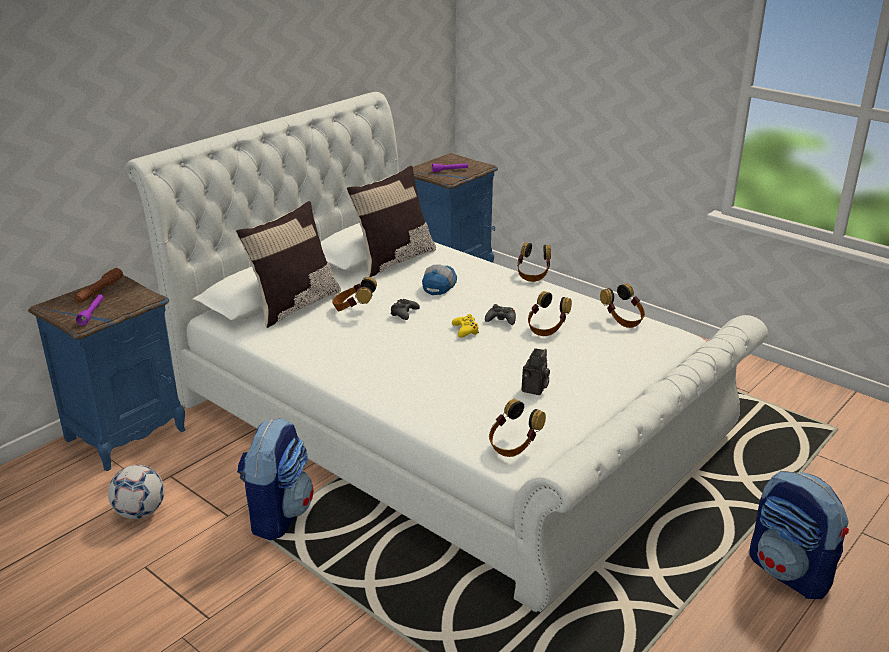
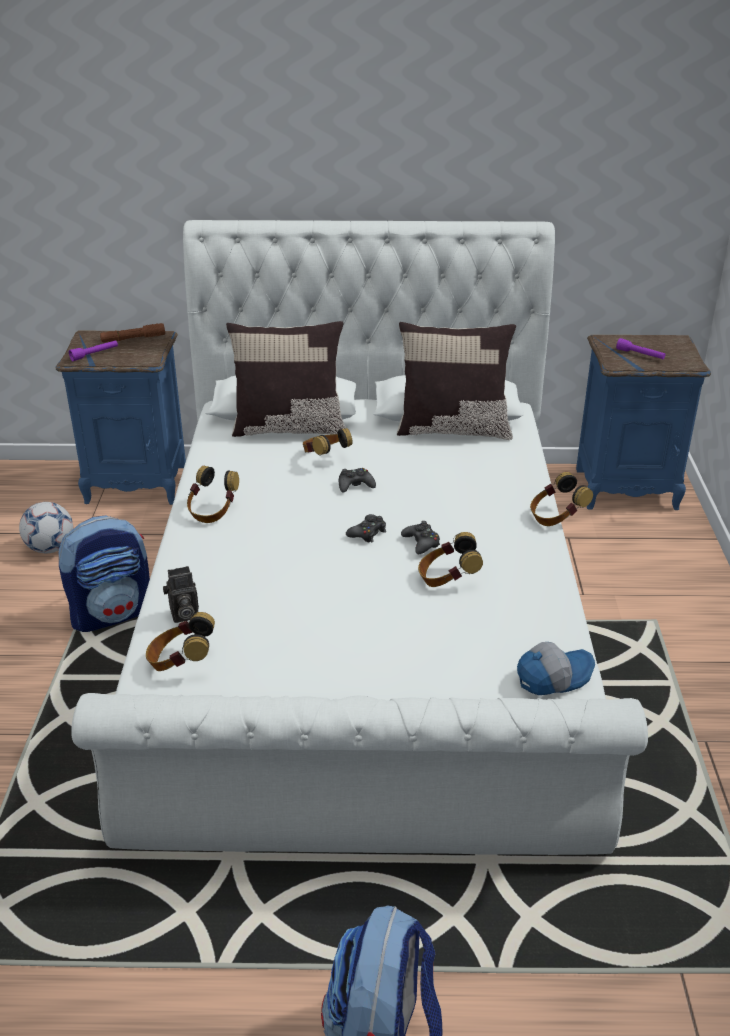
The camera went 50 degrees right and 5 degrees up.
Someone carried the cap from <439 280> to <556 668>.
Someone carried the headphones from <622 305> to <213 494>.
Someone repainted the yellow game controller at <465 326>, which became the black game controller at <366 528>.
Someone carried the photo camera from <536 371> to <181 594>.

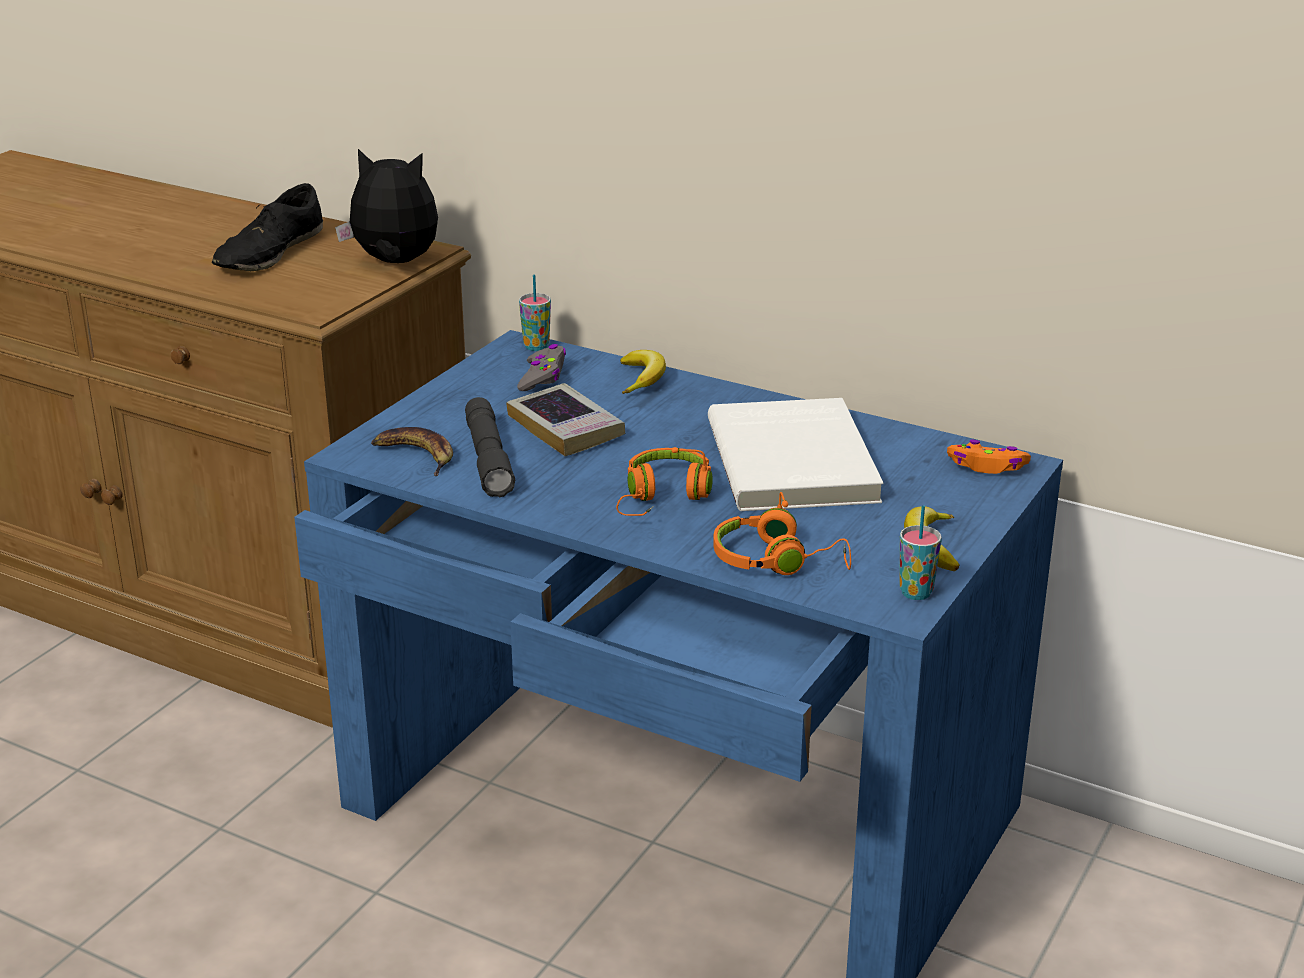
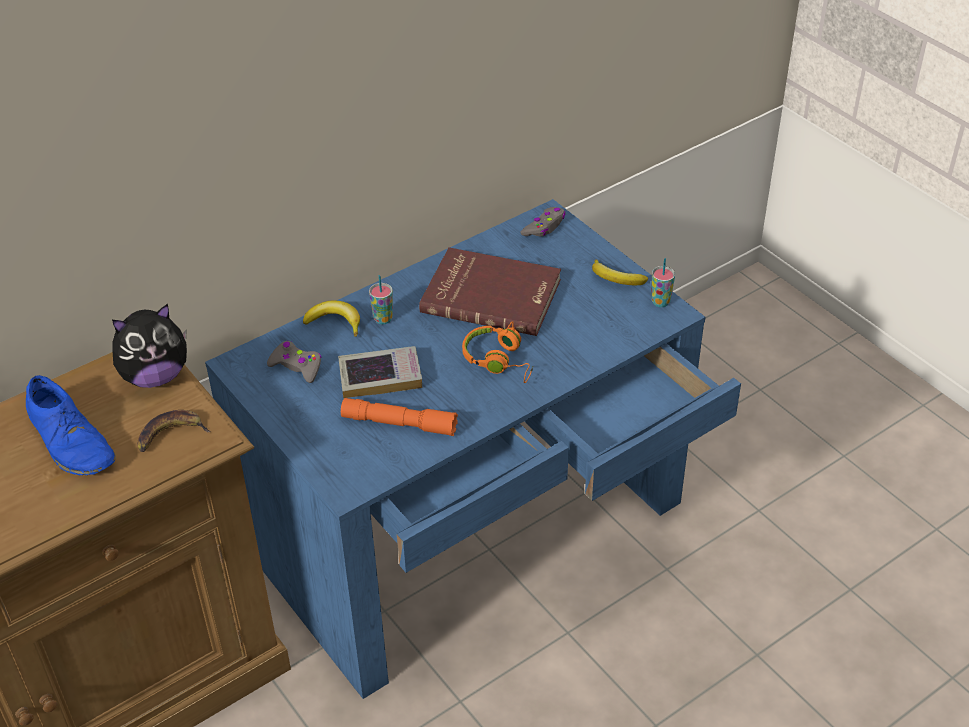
The camera went 65 degrees left and 15 degrees up.
Someone rotated the plush toy at <386 206> by 150 degrees counterclockwise.
Someone repainted the black shoe at <267 227>, which became the blue shoe at <71 425>.
Someone carried the cup from <535 313> to <381 299>.
Someone repainted the grey flashlight at <490 447>, which became the orange flashlight at <399 417>.
Someone repainted the white book at <795 454>, which became the red book at <490 291>.
Someone carried the banana from <412 451> to <174 431>.
Someone repainted the orange game controller at <989 456>, which became the grey game controller at <543 221>.
Someone took away the orange headphones at <782 533>.

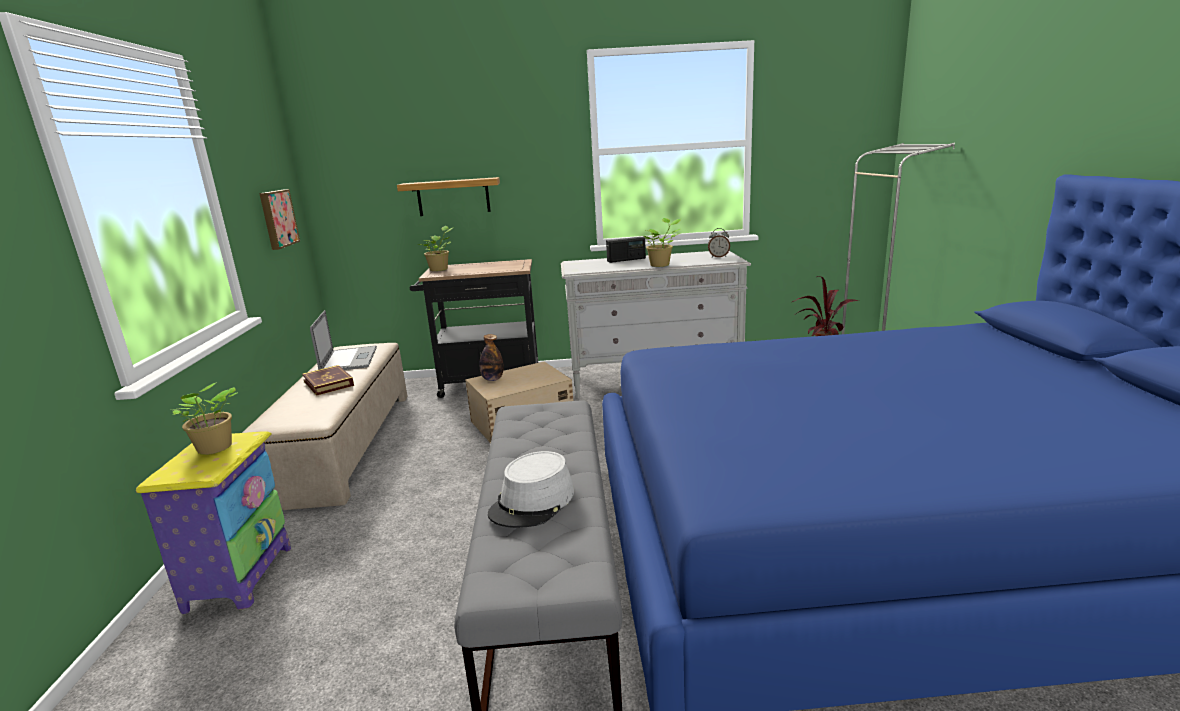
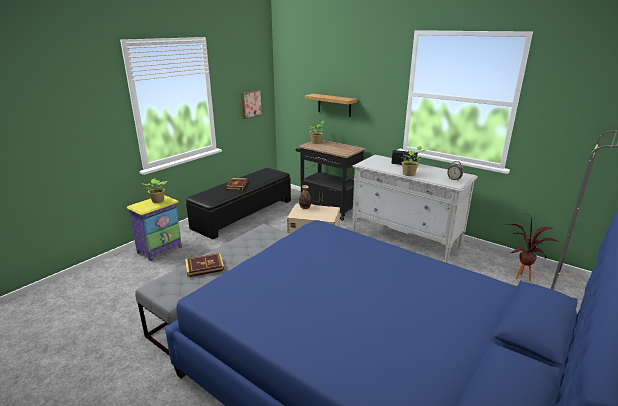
The camera went 40 degrees right and 5 degrees up.
Someone took away the laptop at <343 340>.
Someone repainted the beige bench at <325 426>, which became the black bench at <238 204>.
Someone swapped the grey hat at <531 489> for the book at <205 265>.

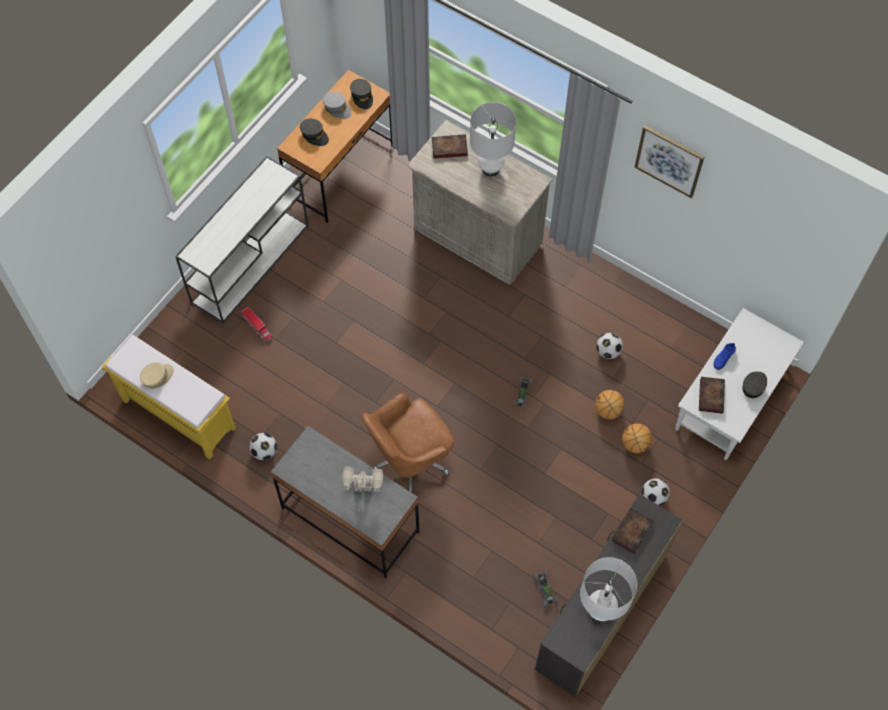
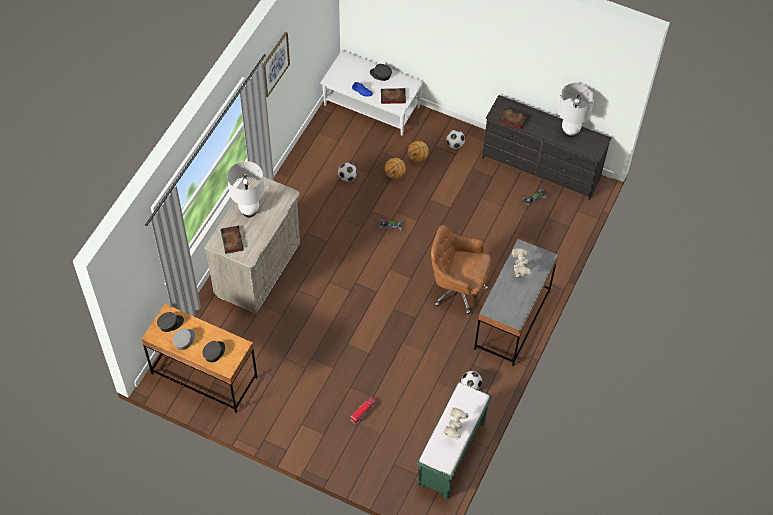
The camera went 100 degrees left and 5 degrees down.
Someone took away the white console table at <242 240>.
Someone repainted the yellow bench at <169 397>, which became the green bench at <454 440>.
Someone swapped the beige cap at <157 375> for the toy robot at <455 424>.
Someone rotated the brown office chair at <408 443> by 150 degrees clockwise.

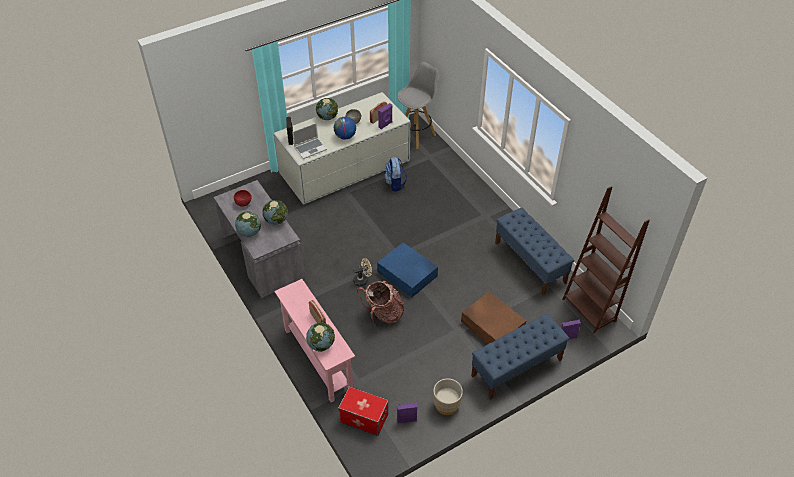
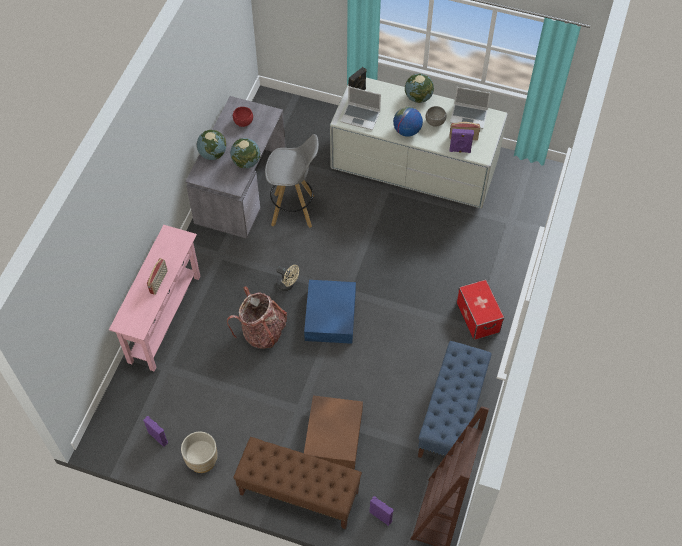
The camera went 50 degrees right and 10 degrees up.
Someone carried the grey stool from <417 105> to <292 181>.
Someone took away the backpack at <395 174>.
Someone repainted the blue bench at <520 356>, which became the brown bench at <297 483>.
Someone took away the globe at <320 337>.
Someone carried the storage box from <363 411> to <480 309>.
Someone put down the laptop at <470 108>.

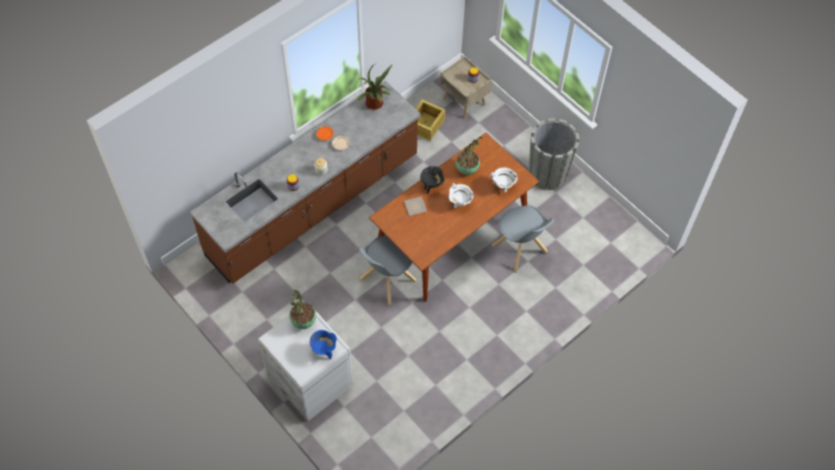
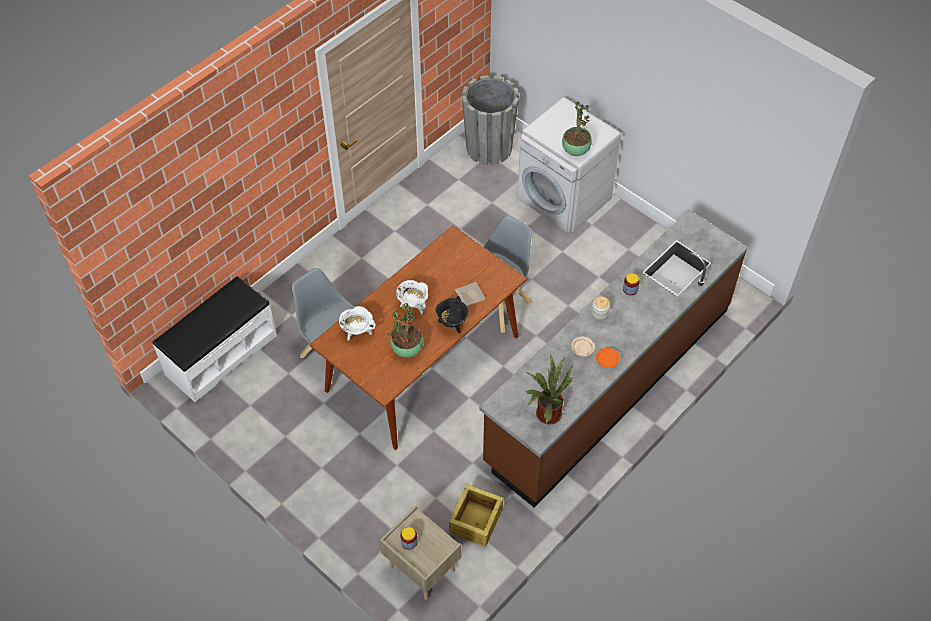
The camera went 175 degrees right and 5 degrees down.
Someone carried the grey planter from <554 154> to <490 120>.
Someone took away the blue cooking pot at <323 344>.
Someone put down the white bench at <215 339>.

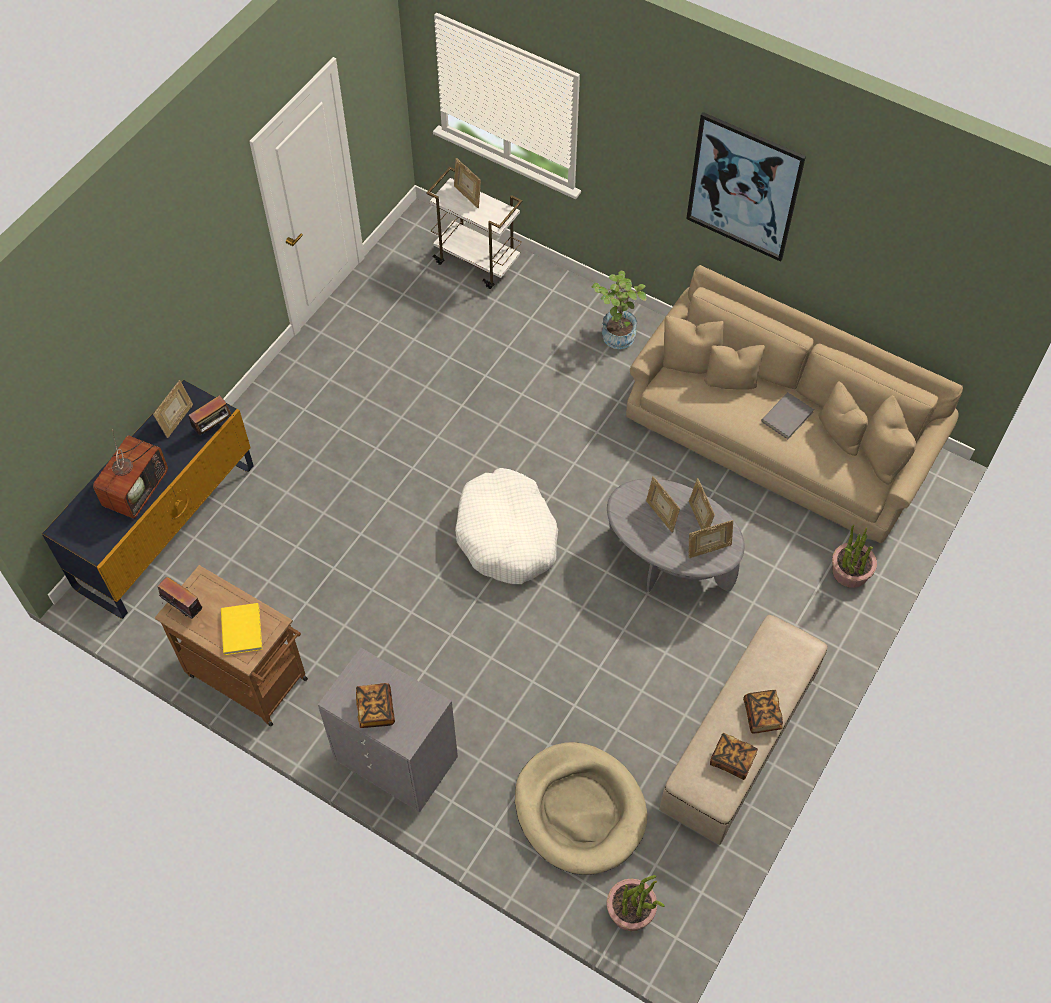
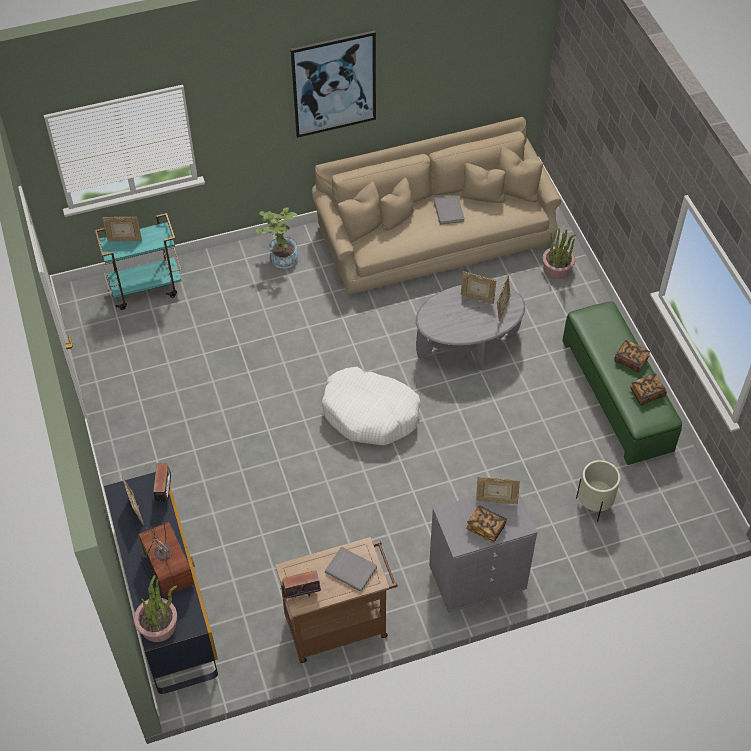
The camera went 50 degrees left and 5 degrees down.
Someone repainted the white cart at <474 228>, which became the turquoise cart at <138 261>.
Someone carried the picture frame from <663 504> to <498 490>.
Someone repainted the yellow book at <241 629>, which became the grey book at <351 569>.
Someone repainted the beige bench at <743 730>, which became the green bench at <622 383>.
Someone swapped the beige dog bed at <581 808> for the beige planter at <598 491>.
Someone carried the potted plant from <636 903> to <155 608>.

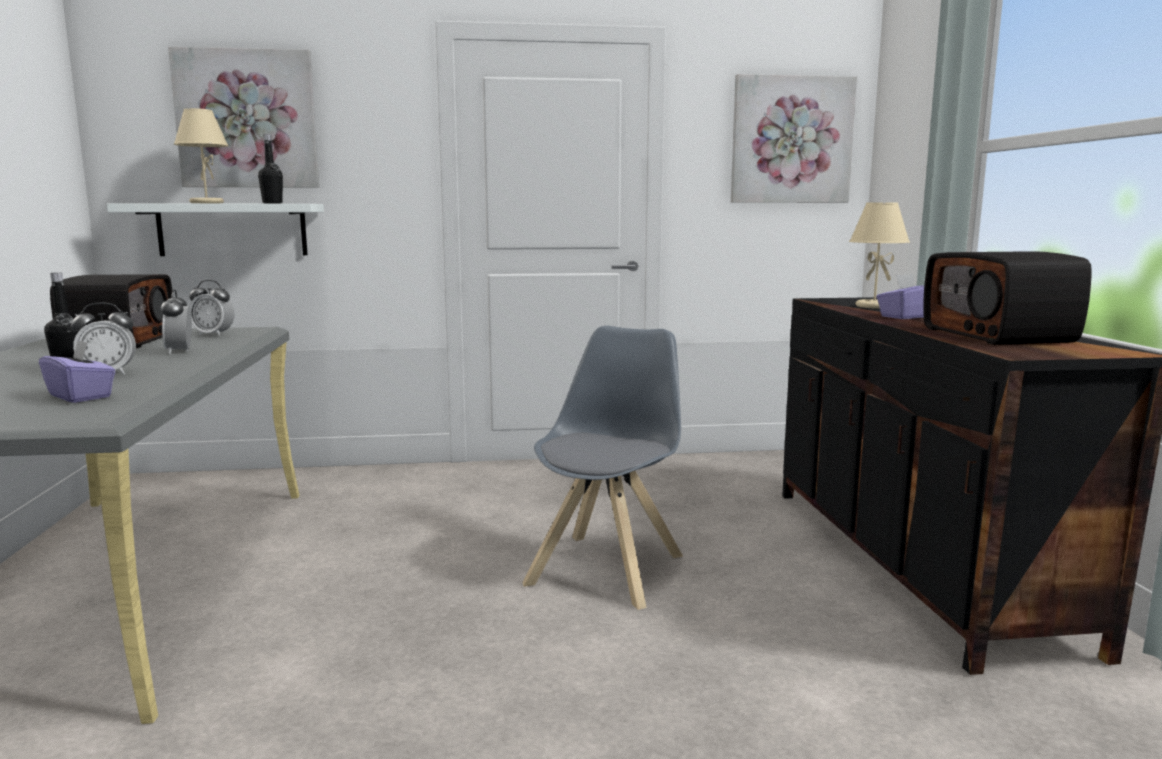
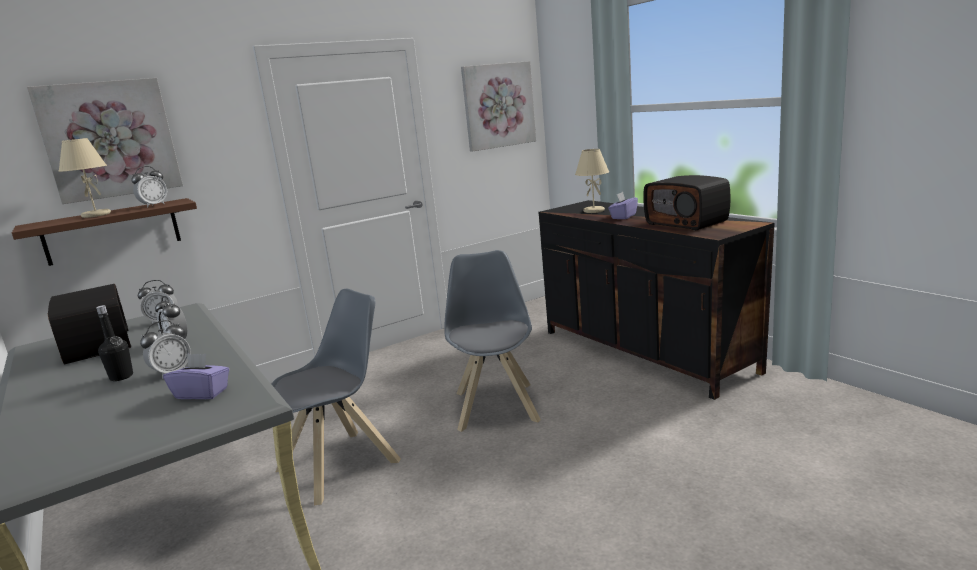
The camera went 25 degrees left and 5 degrees up.
Someone swapped the black bottle at <270 168> for the alarm clock at <149 187>.
Someone repainted the white shelf at <215 230>, which became the brown shelf at <104 232>.
Someone put down the grey chair at <336 397>.

